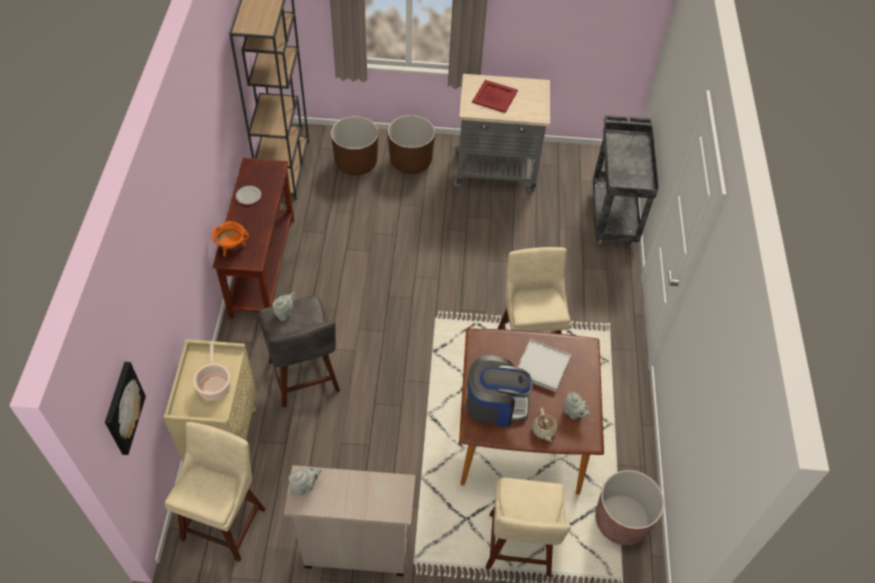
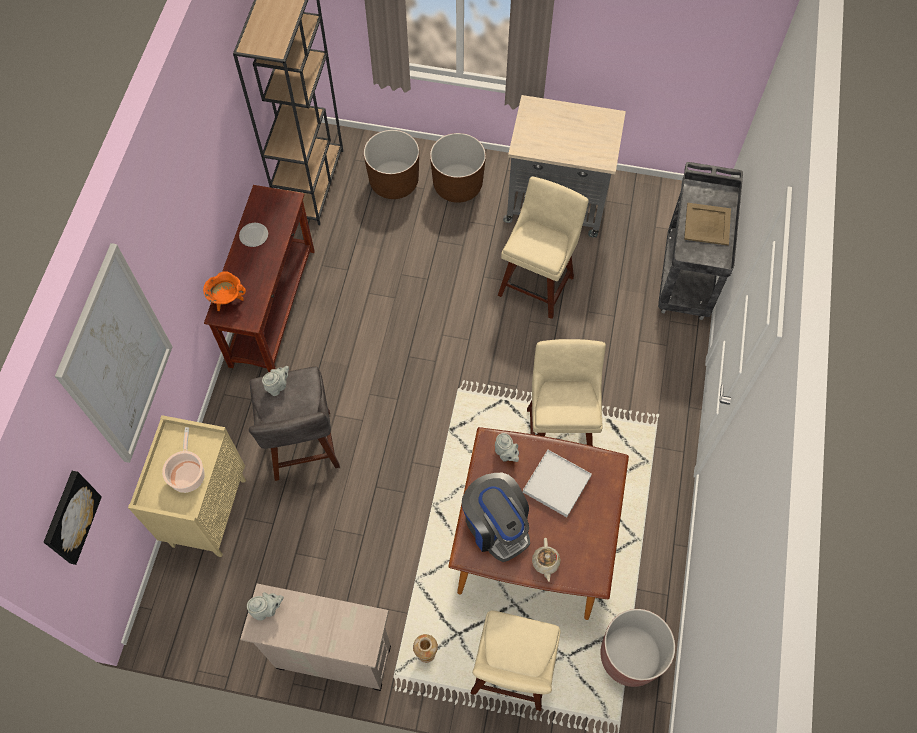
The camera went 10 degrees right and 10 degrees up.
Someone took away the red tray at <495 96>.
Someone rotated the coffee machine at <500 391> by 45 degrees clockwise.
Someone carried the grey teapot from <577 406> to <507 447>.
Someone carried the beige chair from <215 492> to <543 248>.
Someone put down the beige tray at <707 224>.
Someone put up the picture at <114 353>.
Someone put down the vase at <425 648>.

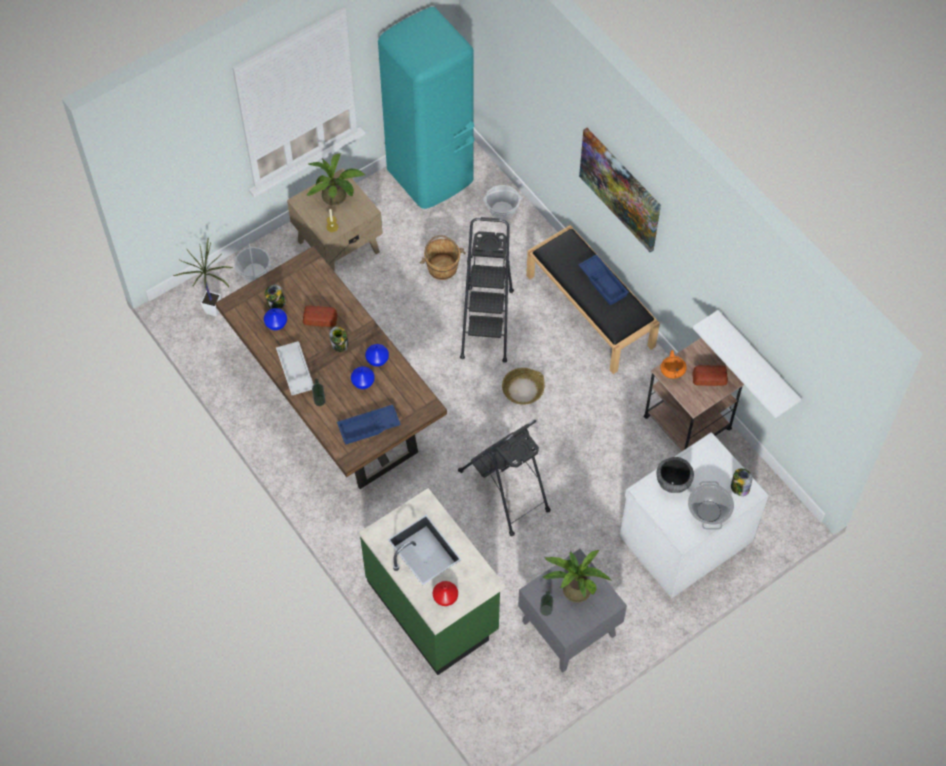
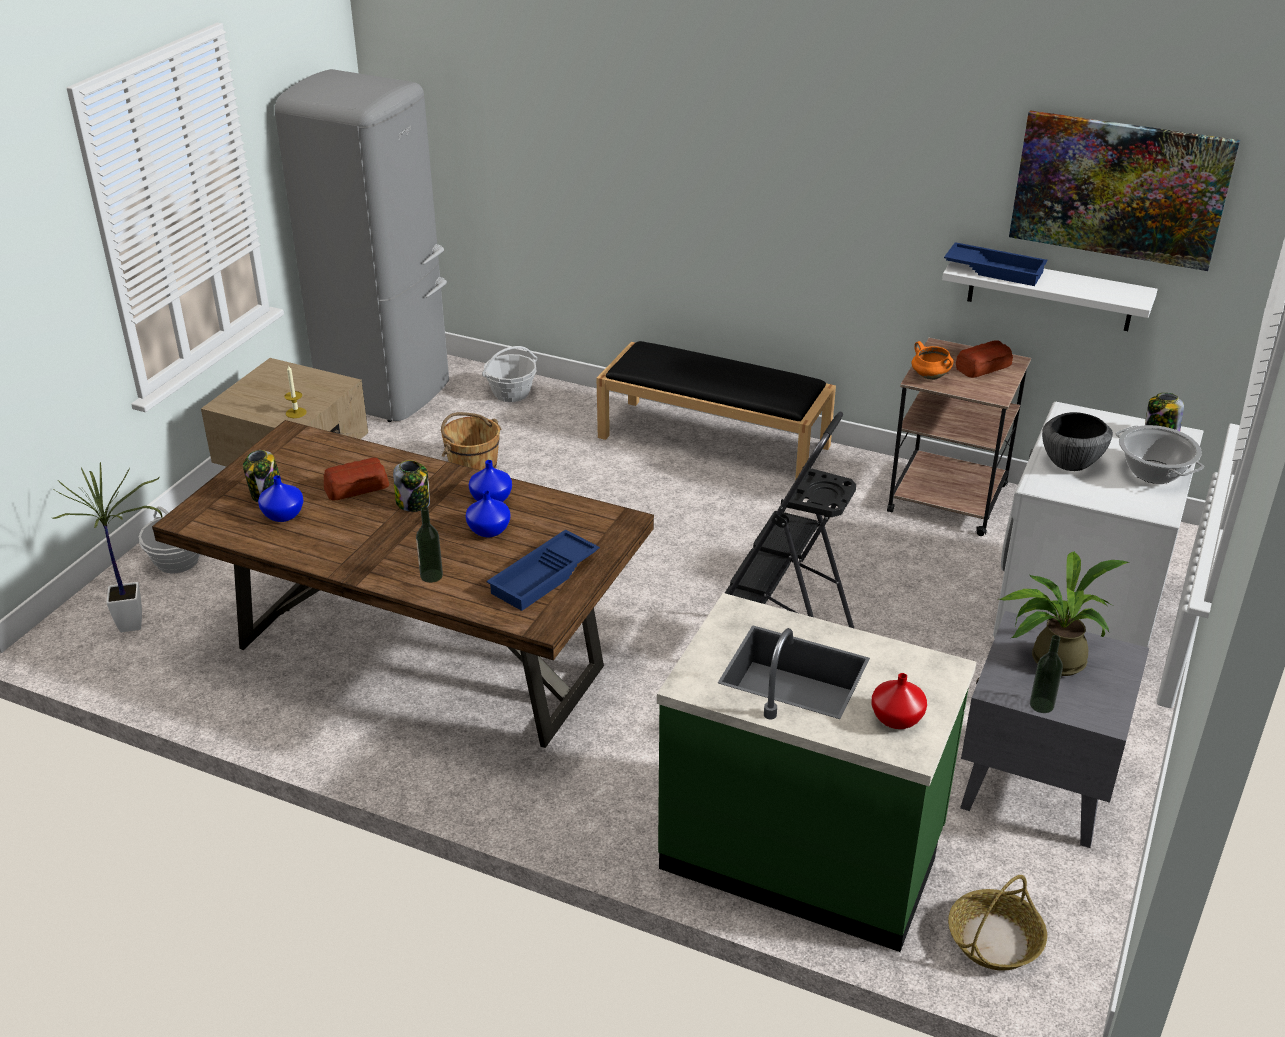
The camera went 30 degrees left and 25 degrees down.
Someone repainted the turquoise fridge at <426 108>, which became the grey fridge at <362 245>.
Someone carried the picture from <620 190> to <1124 190>.
Someone took away the potted plant at <336 179>.
Someone took away the step ladder at <487 289>.
Someone carried the blue tray from <603 279> to <996 264>.
Someone took away the white tray at <295 368>.
Someone carried the basket from <523 386> to <997 923>.

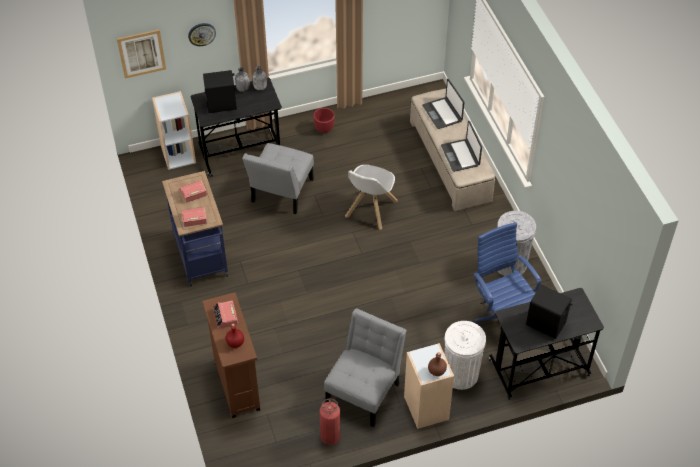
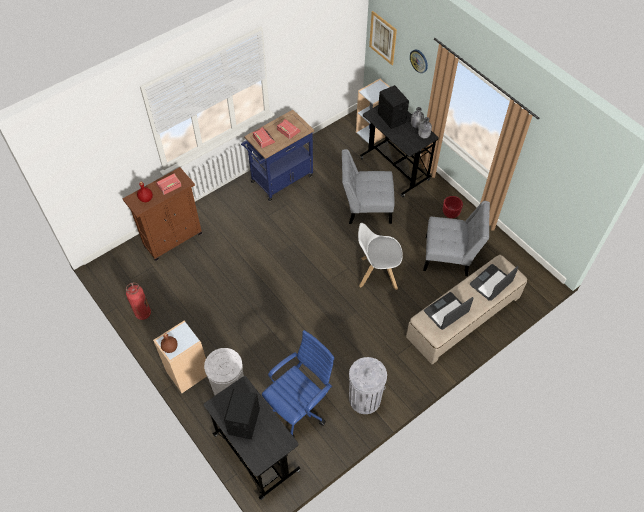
The camera went 70 degrees right and 5 degrees up.
Someone carried the grey chair from <365 367> to <456 238>.

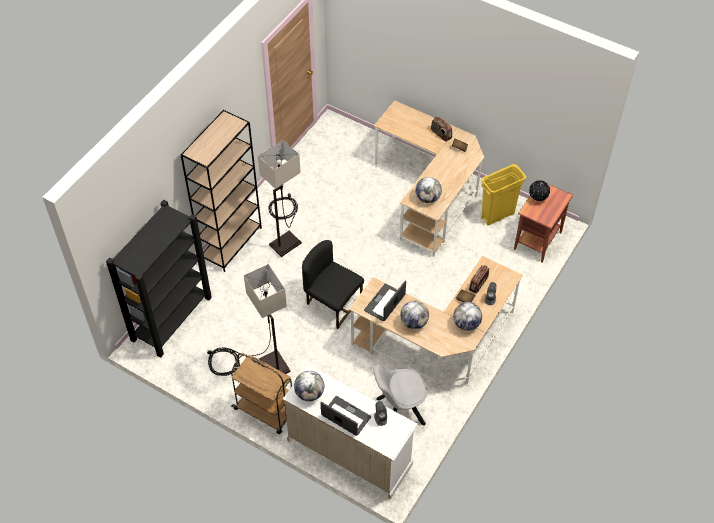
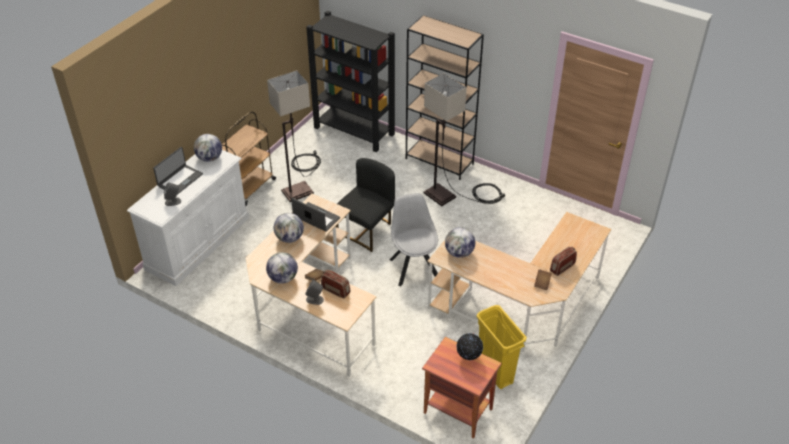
The camera went 90 degrees right and 10 degrees down.
Someone carried the grey chair from <400 395> to <413 240>.

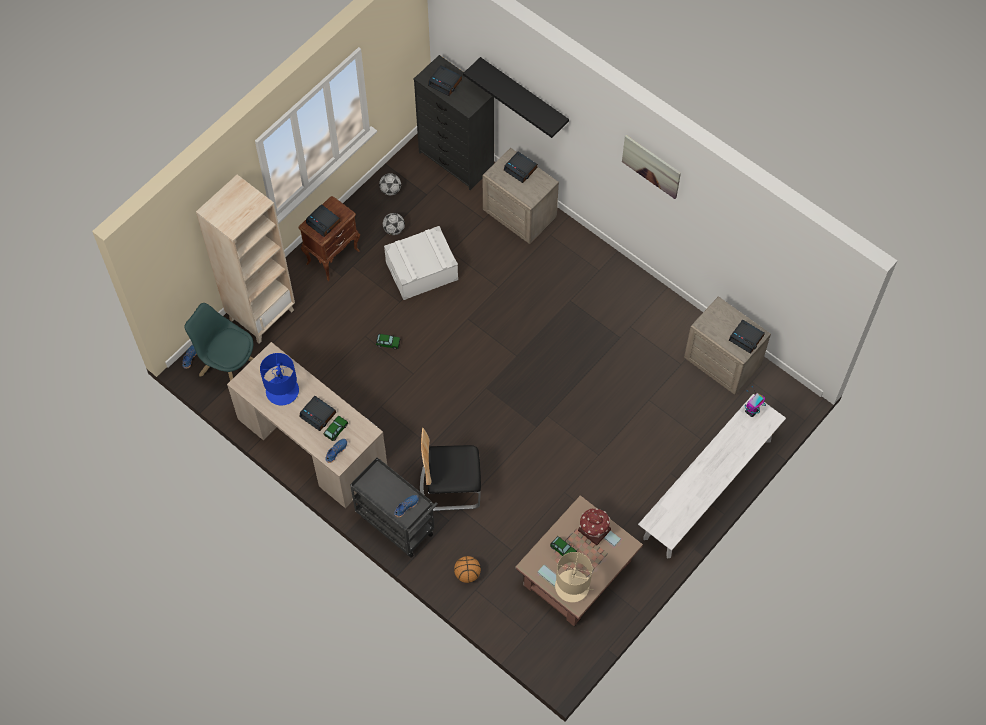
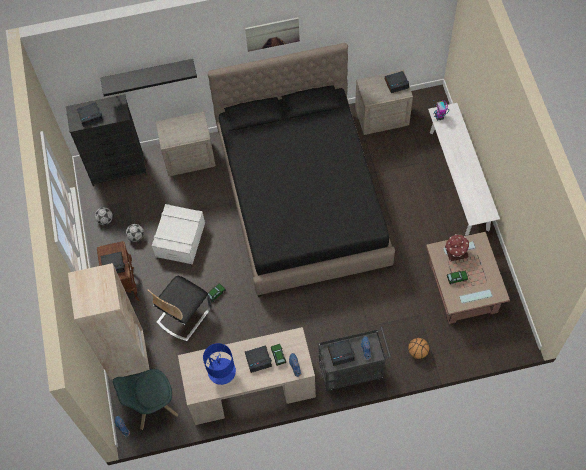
The camera went 50 degrees left and 0 degrees up.
Someone carried the alarm clock from <521 167> to <341 352>.
Someone carried the chair from <450 469> to <180 308>.
Someone took away the beige table lamp at <574 577>.
Someone put down the black bed at <301 170>.

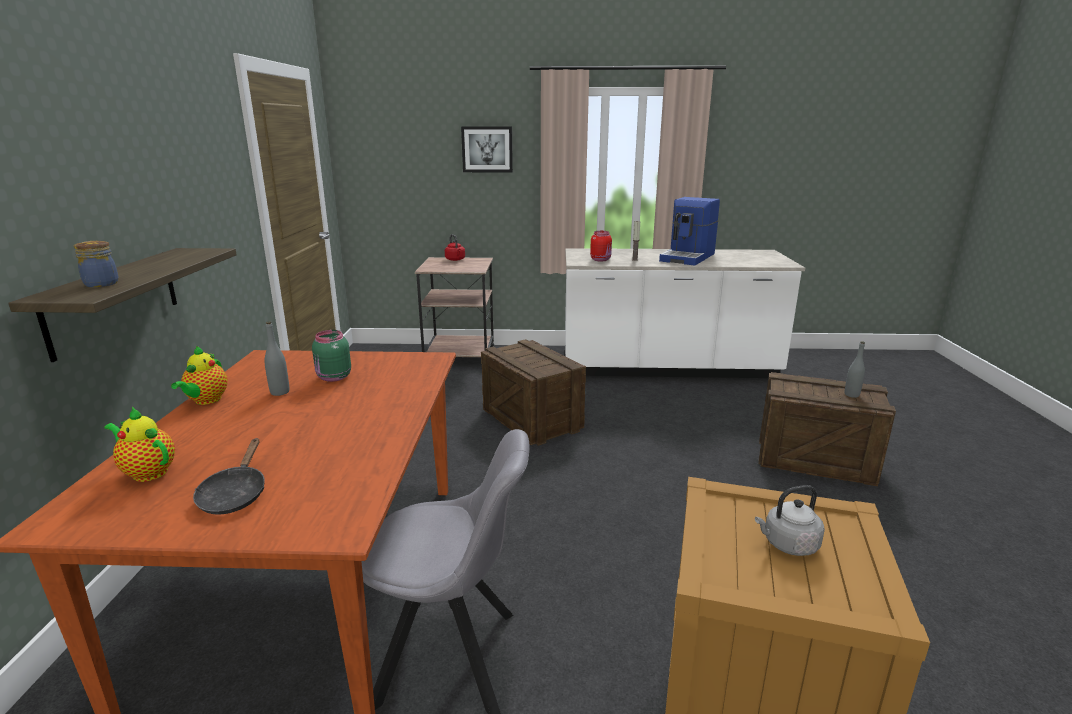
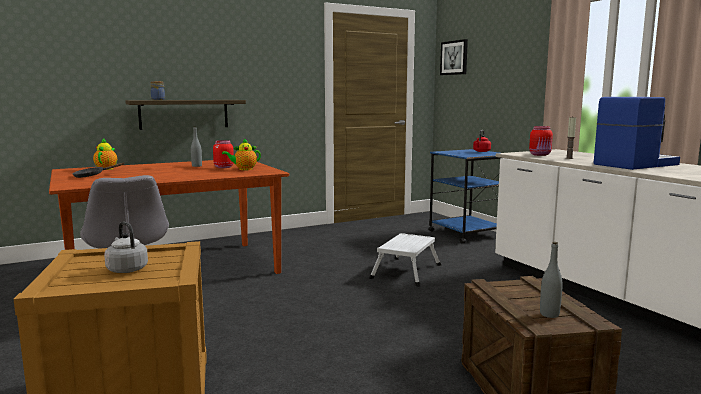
The camera went 60 degrees right and 10 degrees down.
Someone carried the picture from <487 149> to <454 57>.
Someone rotated the coffee machine at <689 231> by 150 degrees clockwise.
Someone repainted the brown cart at <454 312>, which became the blue cart at <464 196>.
Someone repainted the green jar at <331 356>, which became the red jar at <223 154>.
Someone swapped the crate at <533 392> for the white step ladder at <405 260>.
Someone carried the teapot from <199 375> to <241 154>.

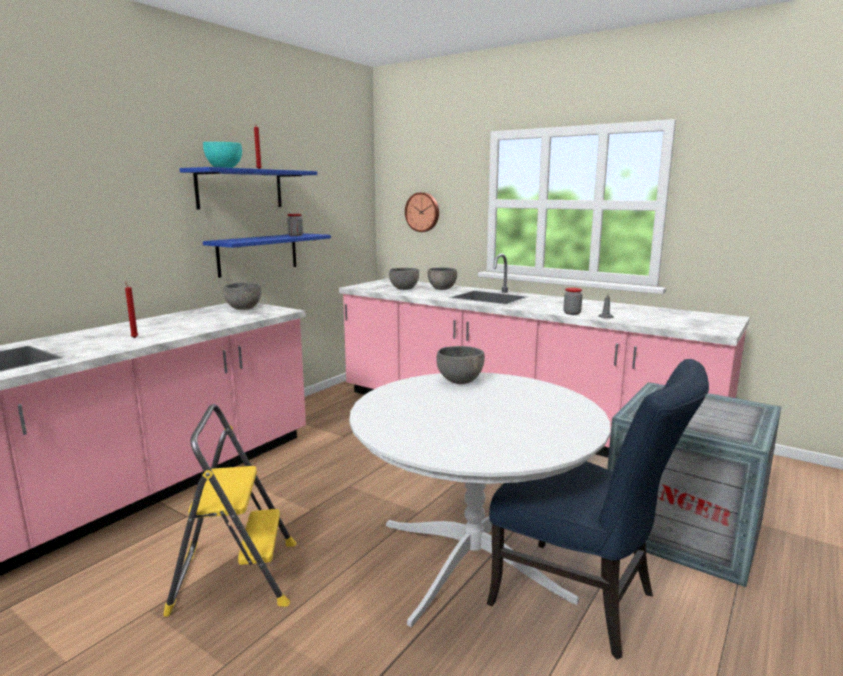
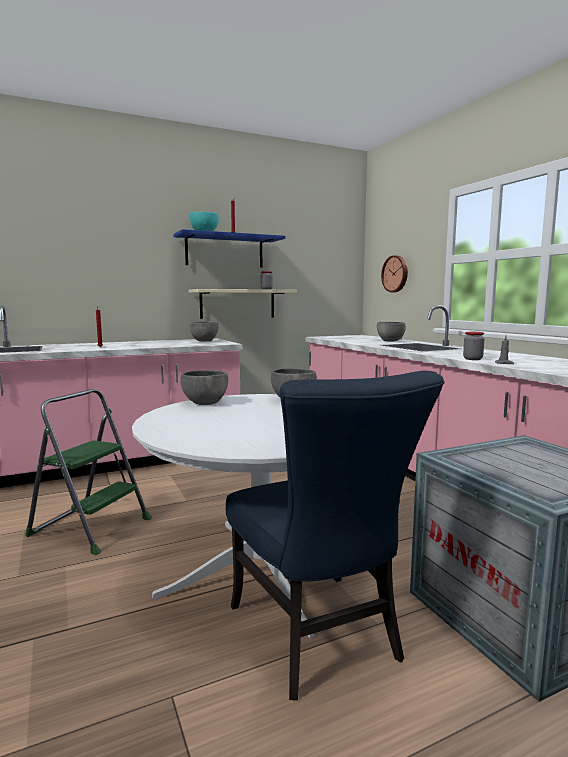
The camera went 30 degrees right and 5 degrees down.
Someone repainted the blue shelf at <267 255>, which became the beige shelf at <243 304>.
Someone carried the grey bowl from <404 279> to <204 387>.
Someone repainted the yellow step ladder at <230 510>, which became the green step ladder at <89 472>.

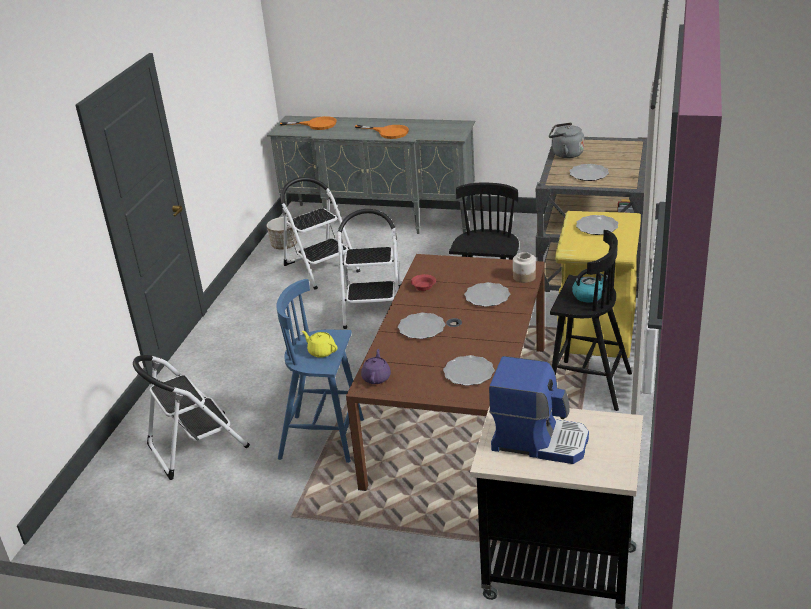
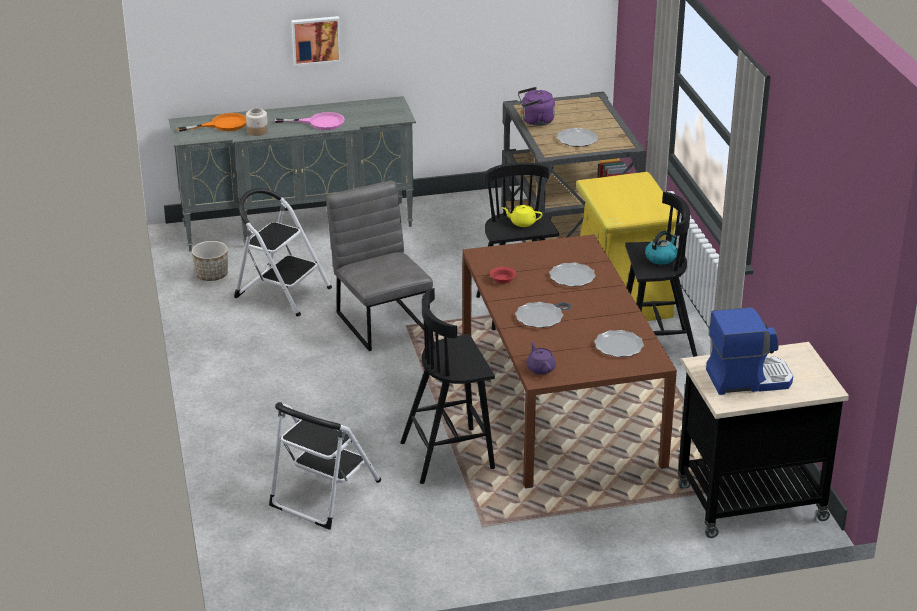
The camera went 30 degrees left and 0 degrees up.
Someone repainted the grey kettle at <566 140>, which became the purple kettle at <536 106>.
Someone repainted the orange frying pan at <382 132>, which became the pink frying pan at <310 121>.
Someone swapped the step ladder at <369 269> for the grey chair at <379 265>.
Someone took away the plate at <597 225>.
Someone carried the jar from <524 267> to <257 122>.
Someone repainted the blue stool at <320 371>, which became the black stool at <447 386>.
Someone carried the yellow teapot from <320 344> to <522 216>.
Someone put up the picture at <316 41>.

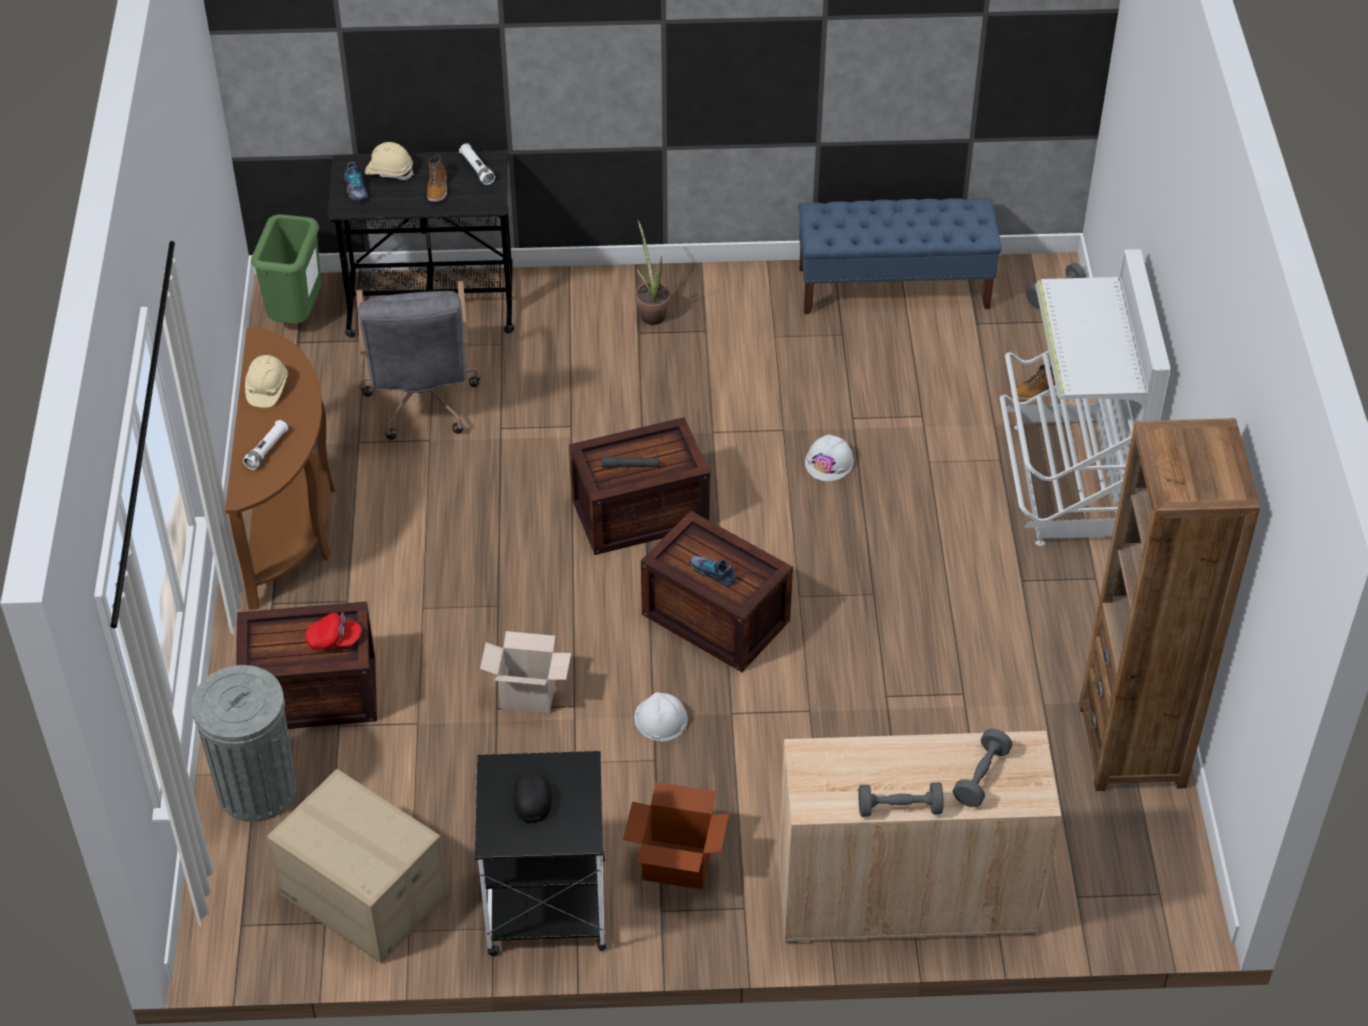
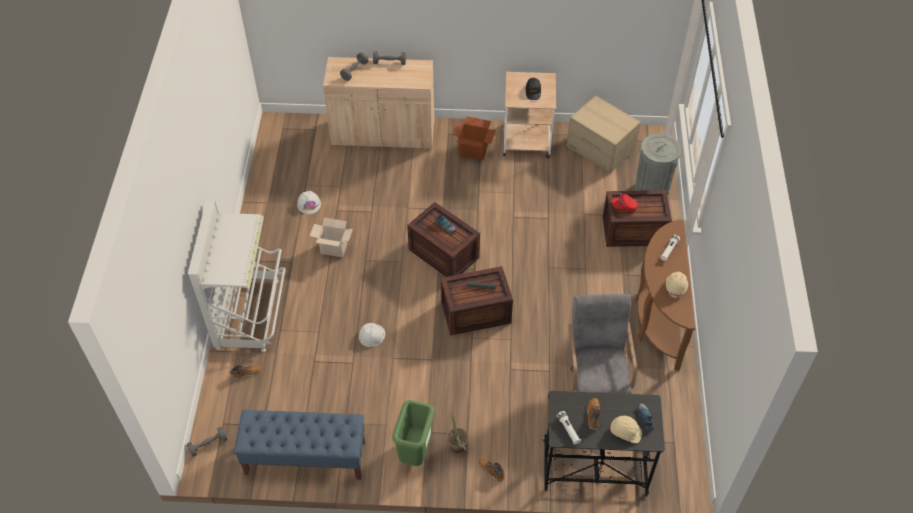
The camera went 175 degrees left and 5 degrees up.
Someone carried the green trash can from <286 269> to <413 433>.
Someone took away the brown bookcase at <1169 604>.
Someone carried the cardboard box from <525 672> to <331 237>.
Someone carried the white hard hat from <661 716> to <309 202>.
Someone repainted the black cart at <541 853>, which became the beige cart at <529 115>.
Someone put down the boot at <491 469>.

